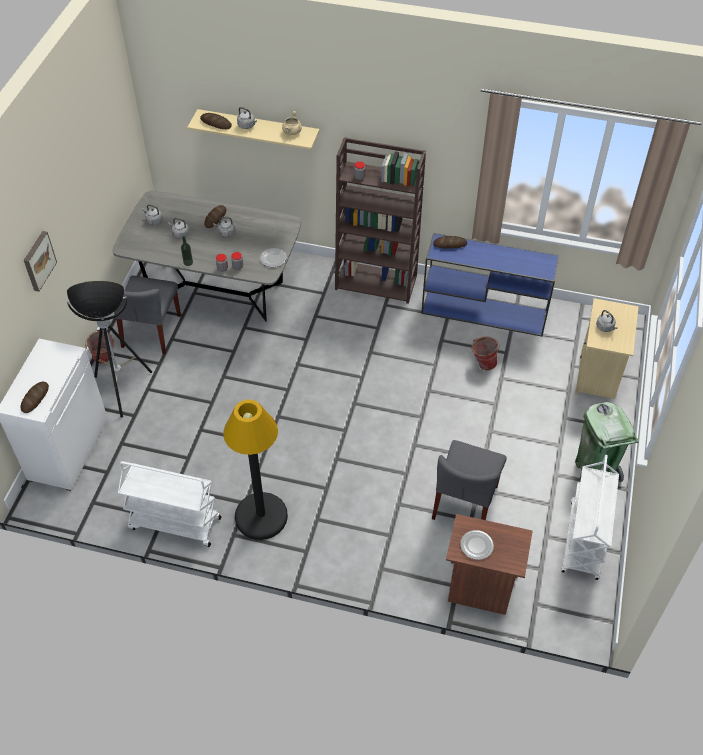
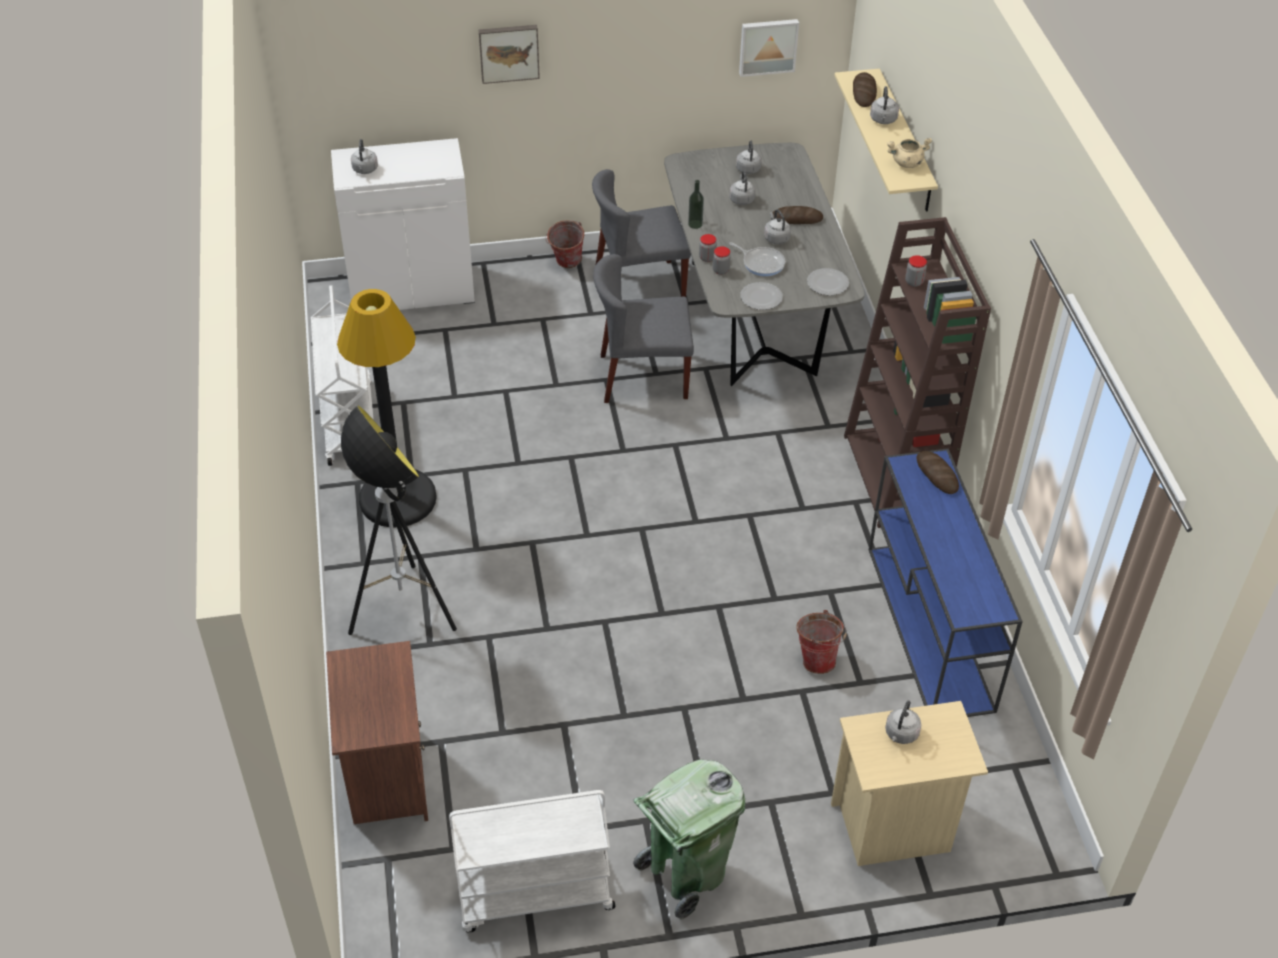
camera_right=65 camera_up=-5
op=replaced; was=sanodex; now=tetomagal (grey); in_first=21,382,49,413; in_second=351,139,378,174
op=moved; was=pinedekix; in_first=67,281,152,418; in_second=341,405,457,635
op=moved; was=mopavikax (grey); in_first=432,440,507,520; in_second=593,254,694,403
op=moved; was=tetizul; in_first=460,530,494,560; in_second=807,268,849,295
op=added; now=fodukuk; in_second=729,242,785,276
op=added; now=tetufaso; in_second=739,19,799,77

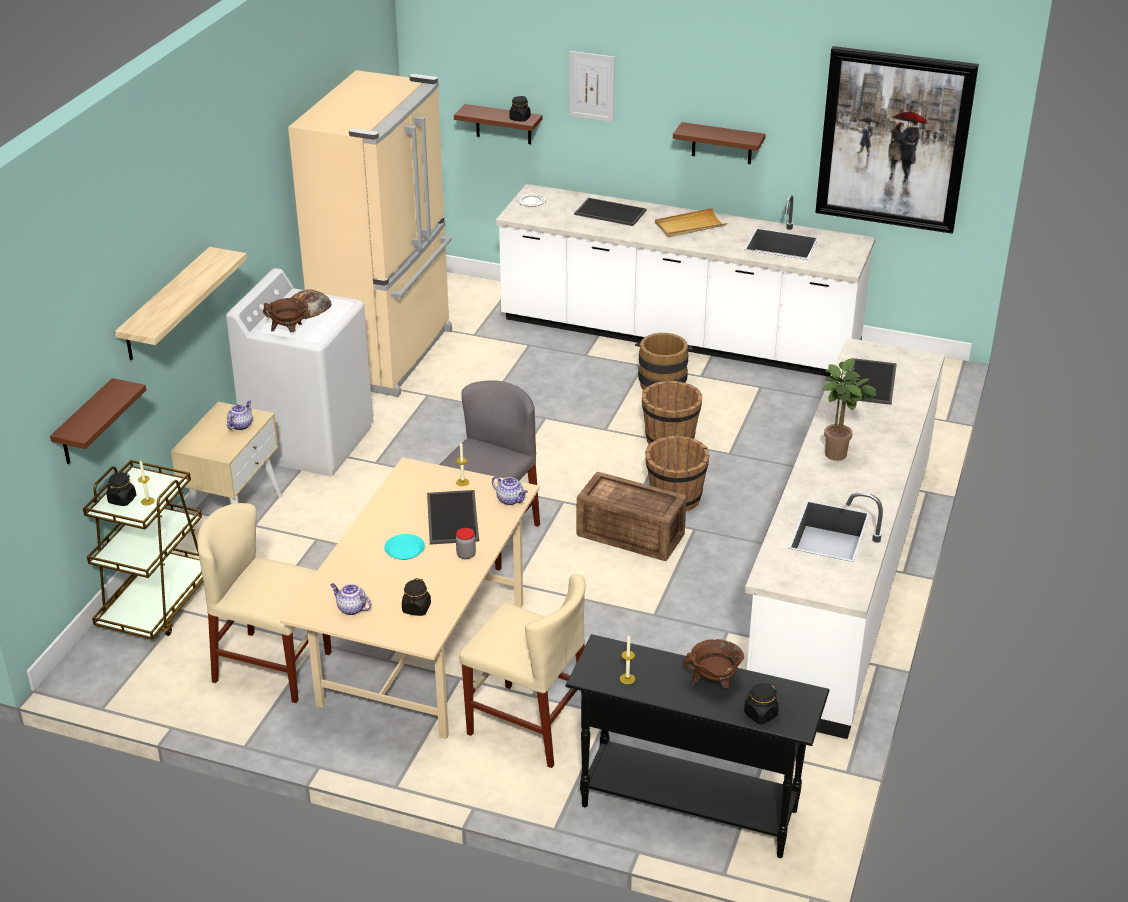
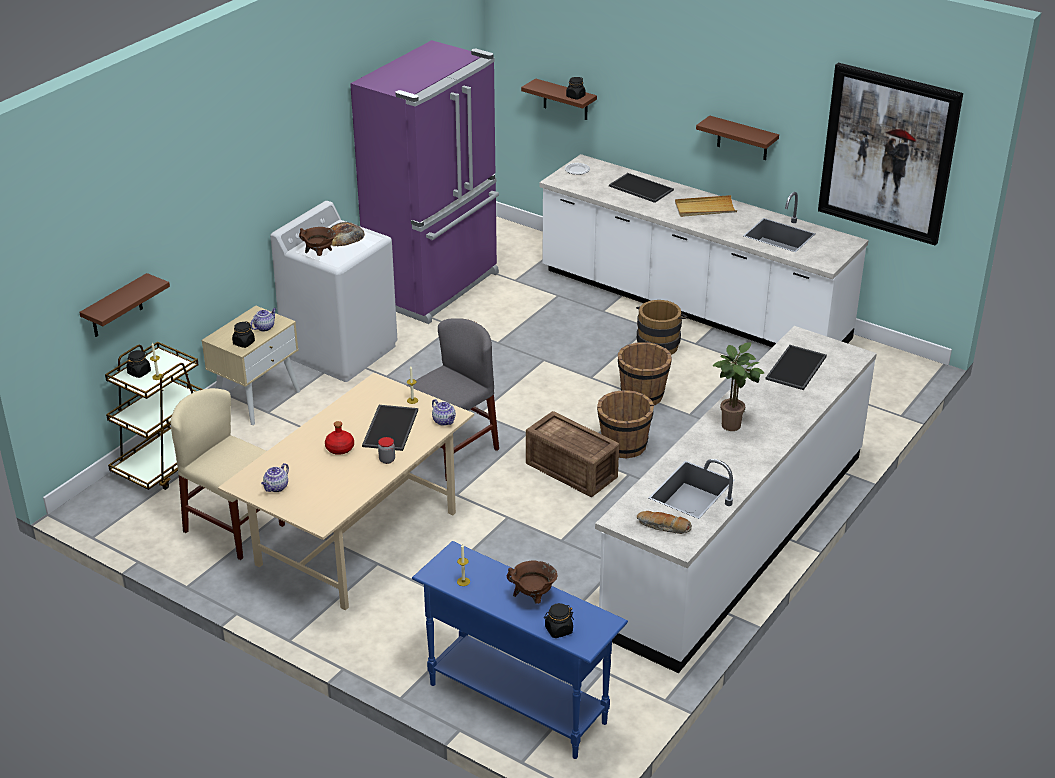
camera_right=15 camera_up=0
op=removed; was=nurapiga; in_first=115,247,247,360
op=recoloured; was=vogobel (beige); now=vogobel (purple); in_first=288,70,452,397; in_second=350,40,499,324
op=turned; was=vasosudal; in_first=330,583,372,615; in_second=261,463,289,492; clockwise=-105
op=replaced; was=tetizul (turquoise); now=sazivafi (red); in_first=384,534,425,560; in_second=325,421,354,455
op=moved; was=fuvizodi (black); in_first=402,578,431,616; in_second=232,321,255,348
op=removed; was=mopavikax (beige); in_first=459,574,586,768
op=recoloured; was=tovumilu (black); now=tovumilu (blue); in_first=565,634,830,858; in_second=412,541,628,759
op=removed; was=tetufaso; in_first=569,51,615,122
op=added; now=sanodex; in_second=637,511,692,534

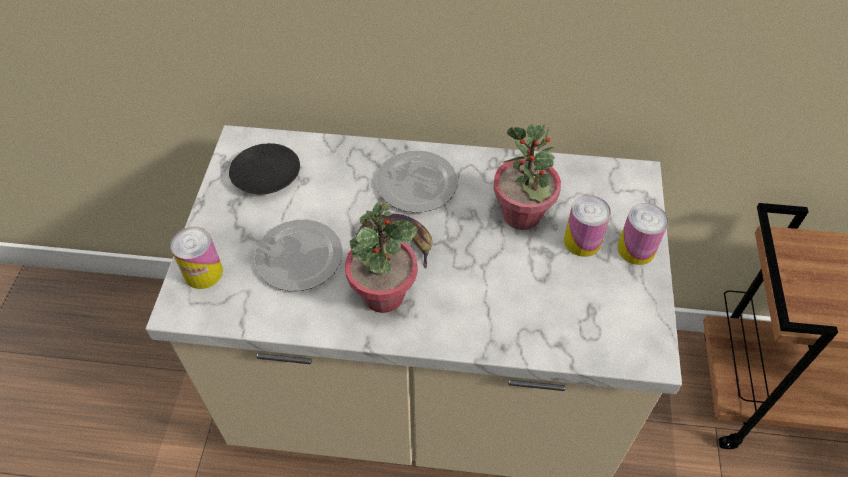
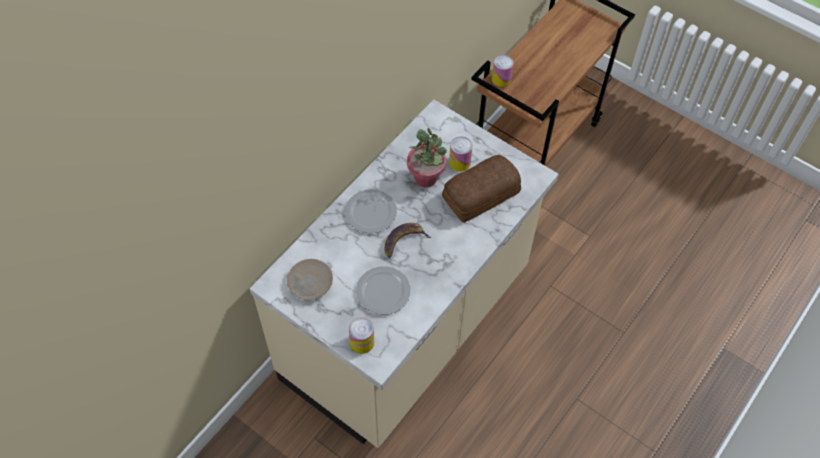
camera_right=-60 camera_up=5
op=recoloured; was=tetizul (black); now=tetizul (beige); in_first=229,143,300,194; in_second=287,259,333,300
op=removed; was=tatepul; in_first=345,201,418,313
op=moved; was=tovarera; in_first=617,203,669,265; in_second=492,55,514,87
op=added; now=sanodex; in_second=442,155,521,223

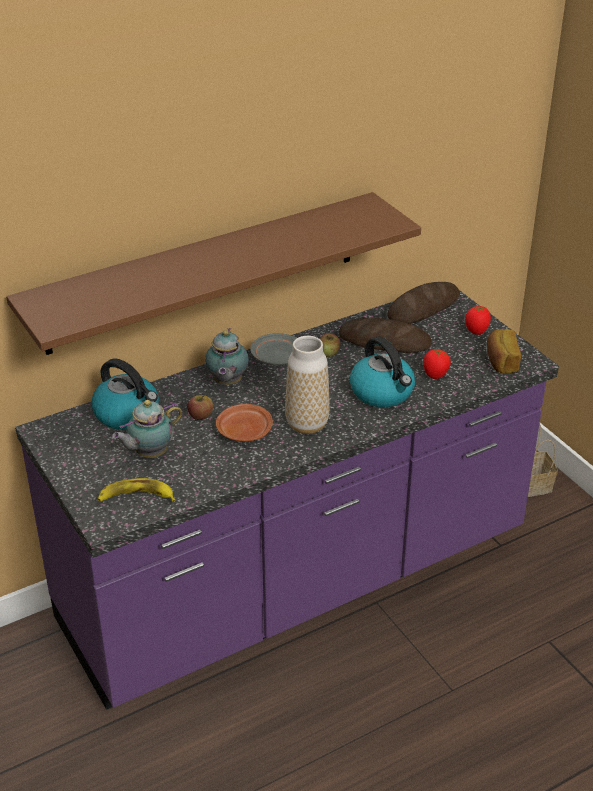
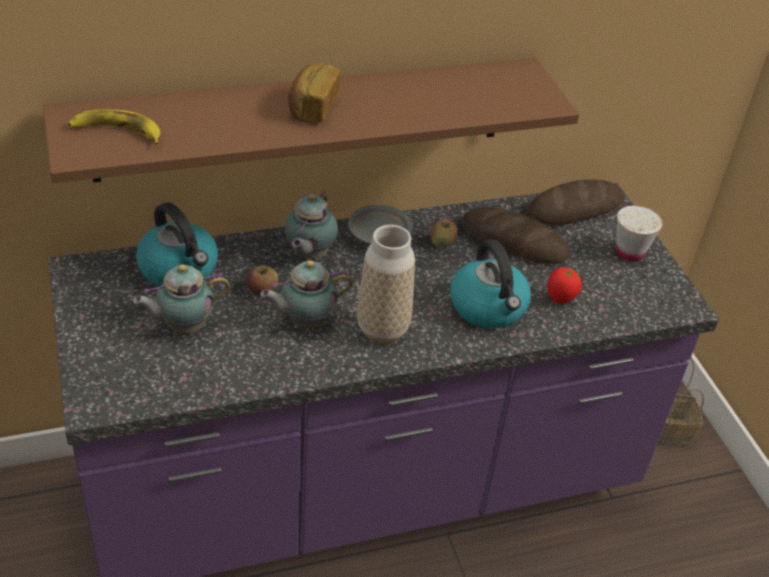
camera_right=10 camera_up=5
op=moved; was=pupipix; in_first=98,478,176,502; in_second=68,109,160,145
op=replaced; was=tetizul (brown); now=vasosudal; in_first=216,404,273,442; in_second=261,260,353,328
op=replaced; was=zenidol; now=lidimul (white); in_first=465,306,491,335; in_second=616,206,663,262
op=moved; was=sanodex; in_first=487,329,521,373; in_second=288,63,340,123

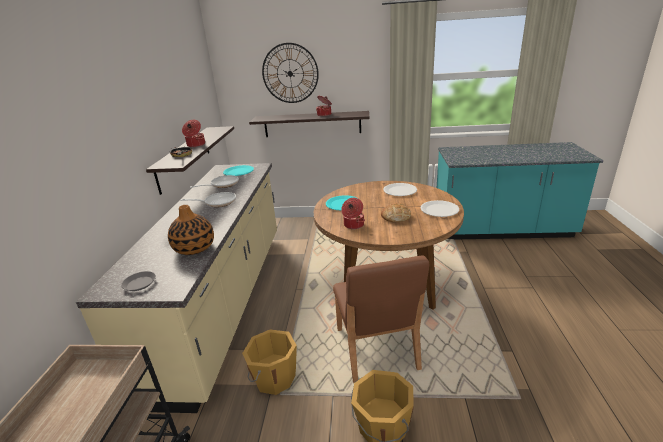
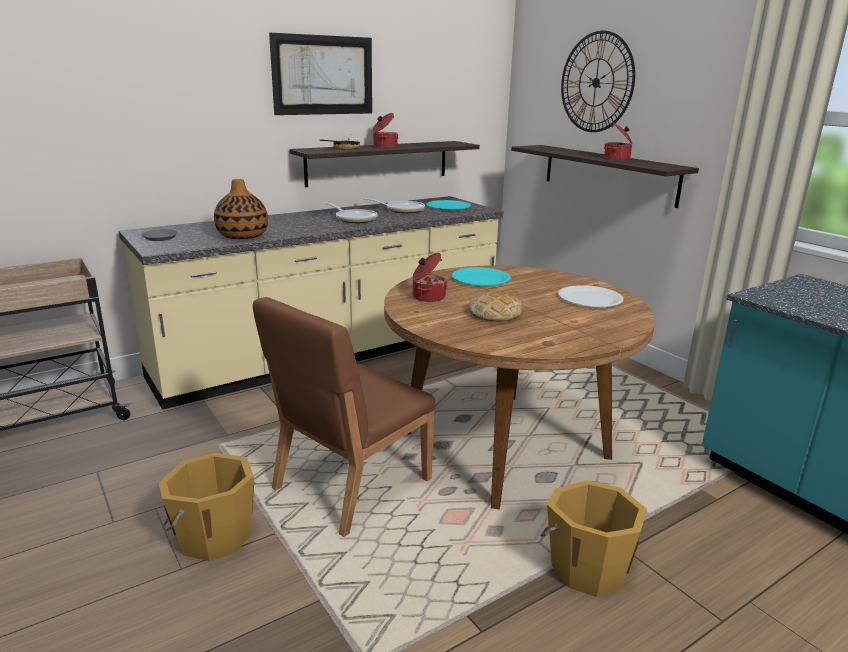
camera_right=50 camera_up=-5
op=moved; was=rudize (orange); in_first=242,330,297,395; in_second=540,480,647,597
op=removed; was=tetizul (white); in_first=420,200,459,217
op=added; now=tetufaso; in_second=269,33,372,115

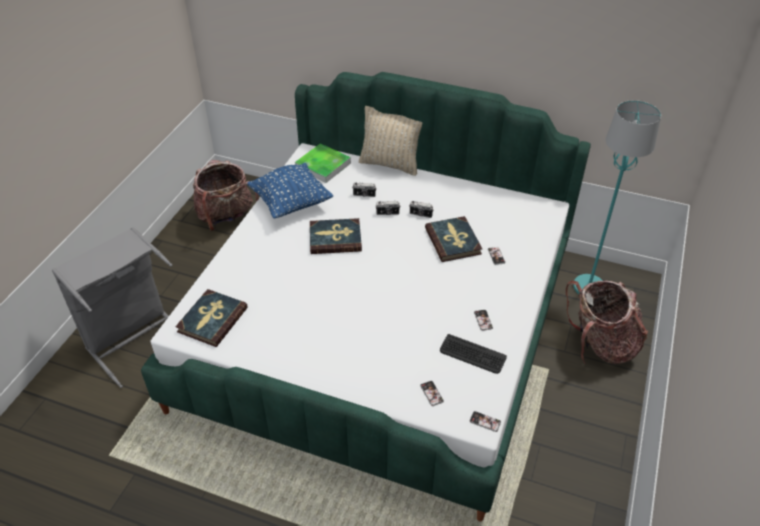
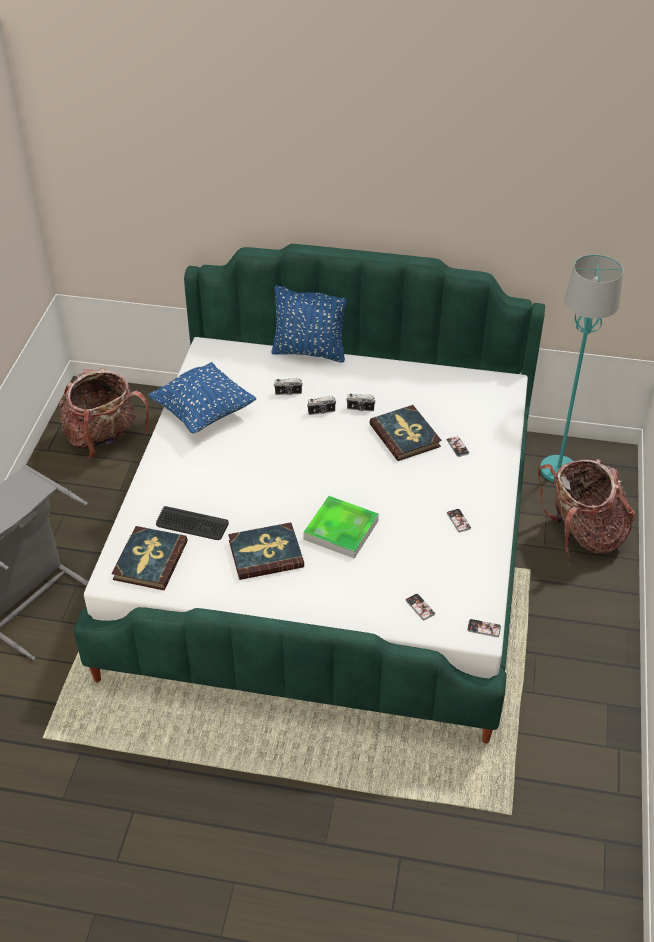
camera_right=-10 camera_up=0
op=moved; was=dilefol; in_first=295,143,351,183; in_second=303,496,379,559
op=moved; was=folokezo; in_first=310,218,362,254; in_second=228,522,304,580
op=recoloured; was=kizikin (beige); now=kizikin (blue); in_first=359,106,422,176; in_second=271,285,347,363
op=moved; was=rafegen; in_first=440,334,507,374; in_second=156,506,229,540

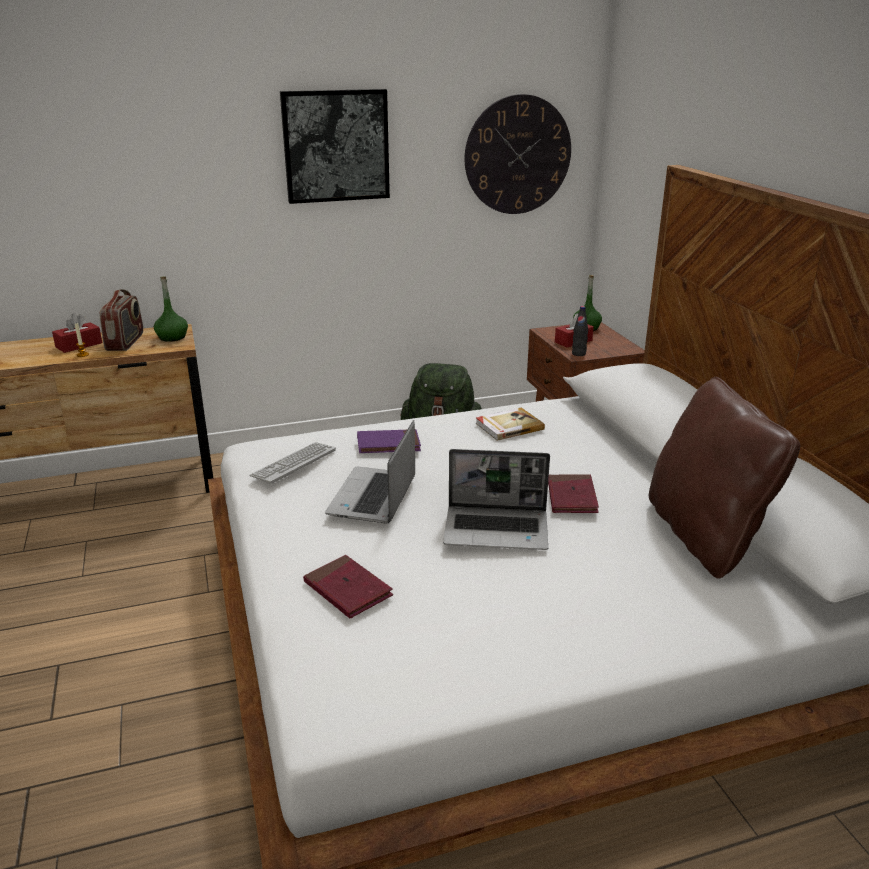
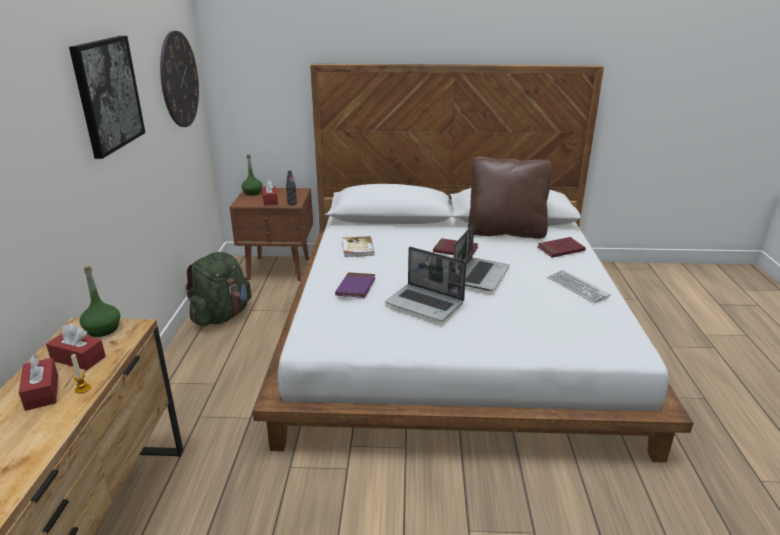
camera_right=-70 camera_up=0
op=replaced; was=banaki; now=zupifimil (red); in_first=100,289,143,351; in_second=46,324,106,370
op=moved; was=rafegen; in_first=249,442,336,484; in_second=548,270,611,303
op=moved; was=folokezo (red); in_first=303,555,393,618; in_second=537,237,586,258

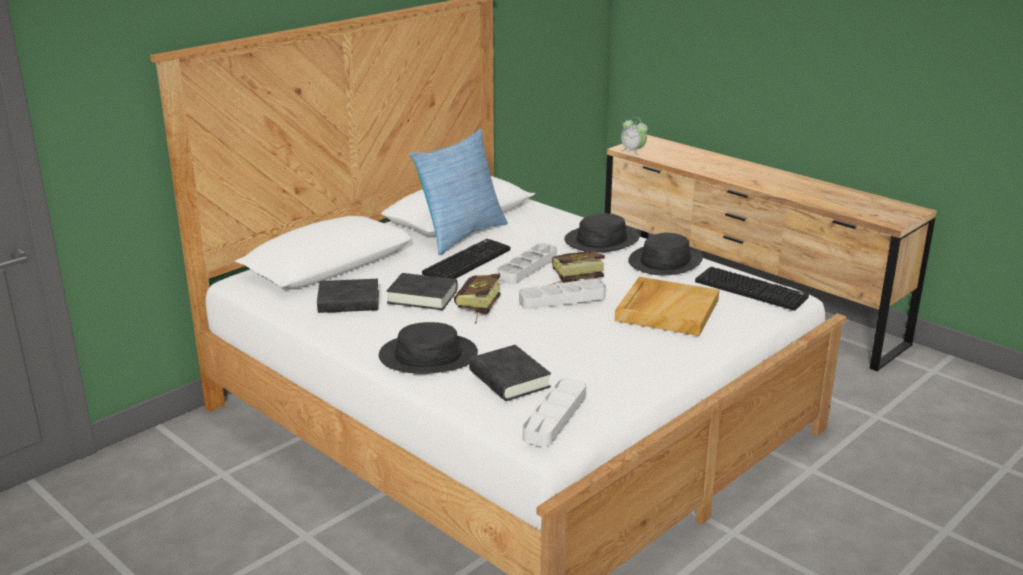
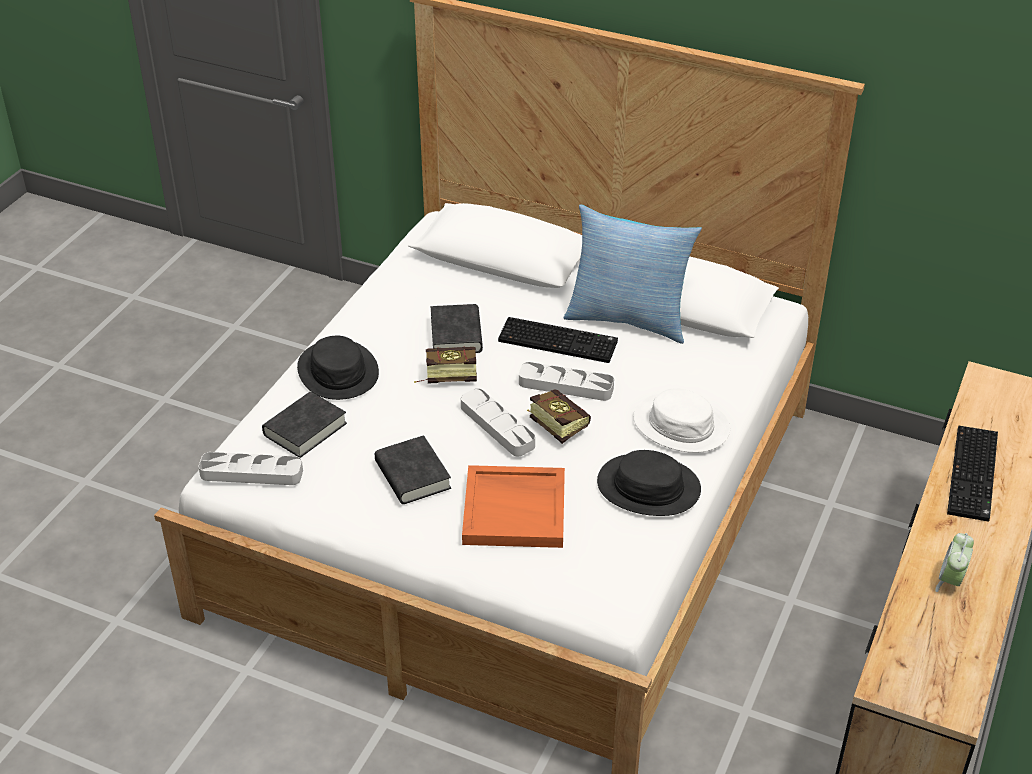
camera_right=70 camera_up=15
op=moved; was=folokezo (black); in_first=317,279,379,313; in_second=375,435,451,504
op=recoloured; was=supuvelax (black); now=supuvelax (white); in_first=564,213,639,252; in_second=633,388,730,453
op=recoloured; was=dilefol (beige); now=dilefol (orange); in_first=615,277,719,336; in_second=462,465,565,548
op=moved; was=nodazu; in_first=620,117,648,156; in_second=935,533,974,592
op=moved; was=rafegen; in_first=695,267,809,311; in_second=947,426,998,522

